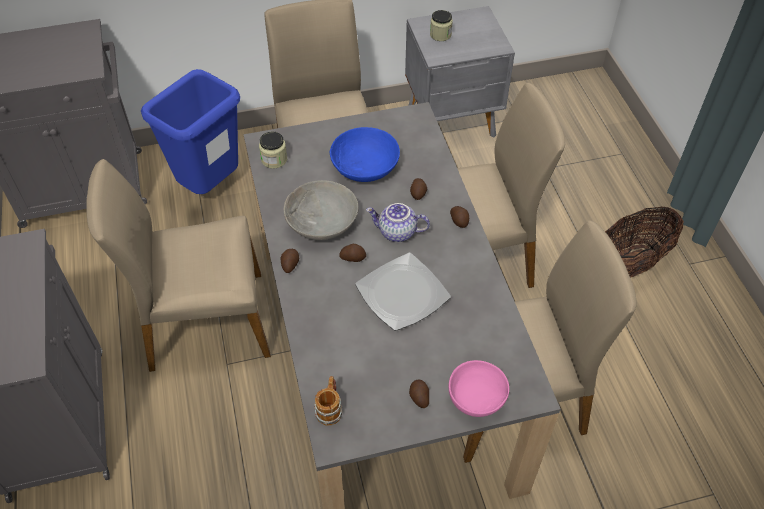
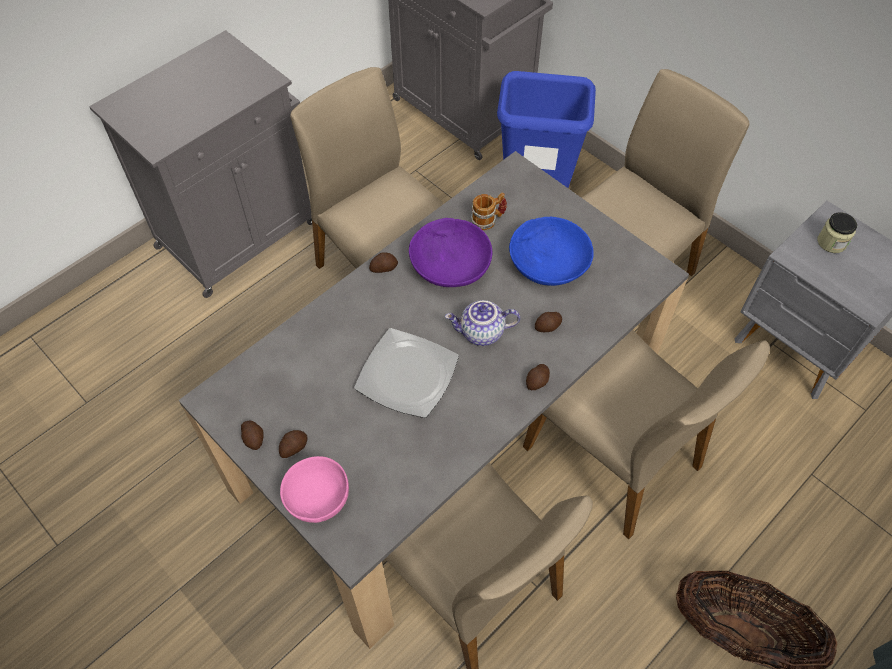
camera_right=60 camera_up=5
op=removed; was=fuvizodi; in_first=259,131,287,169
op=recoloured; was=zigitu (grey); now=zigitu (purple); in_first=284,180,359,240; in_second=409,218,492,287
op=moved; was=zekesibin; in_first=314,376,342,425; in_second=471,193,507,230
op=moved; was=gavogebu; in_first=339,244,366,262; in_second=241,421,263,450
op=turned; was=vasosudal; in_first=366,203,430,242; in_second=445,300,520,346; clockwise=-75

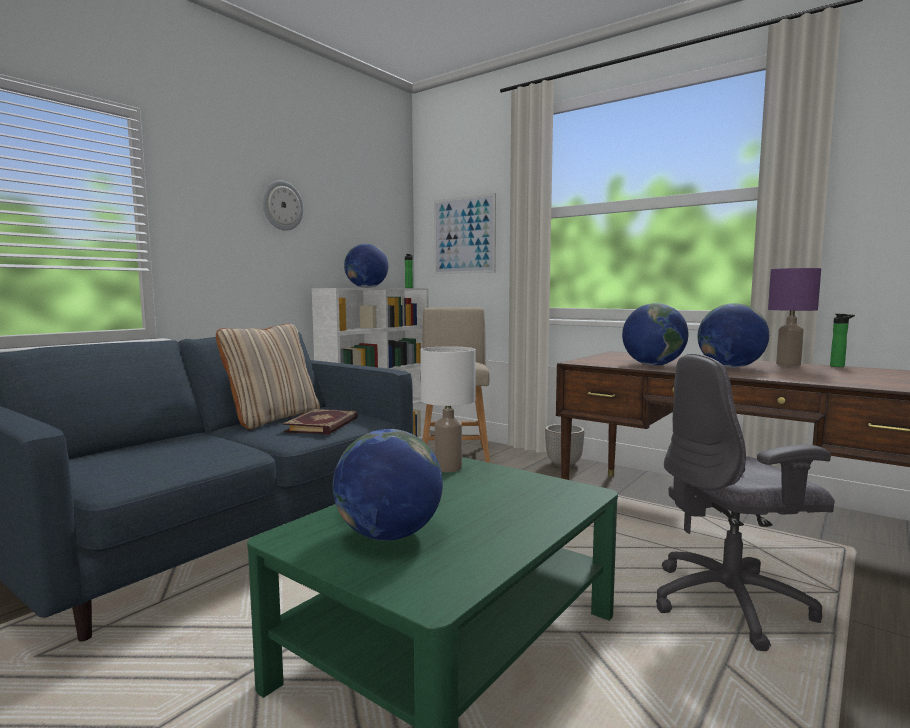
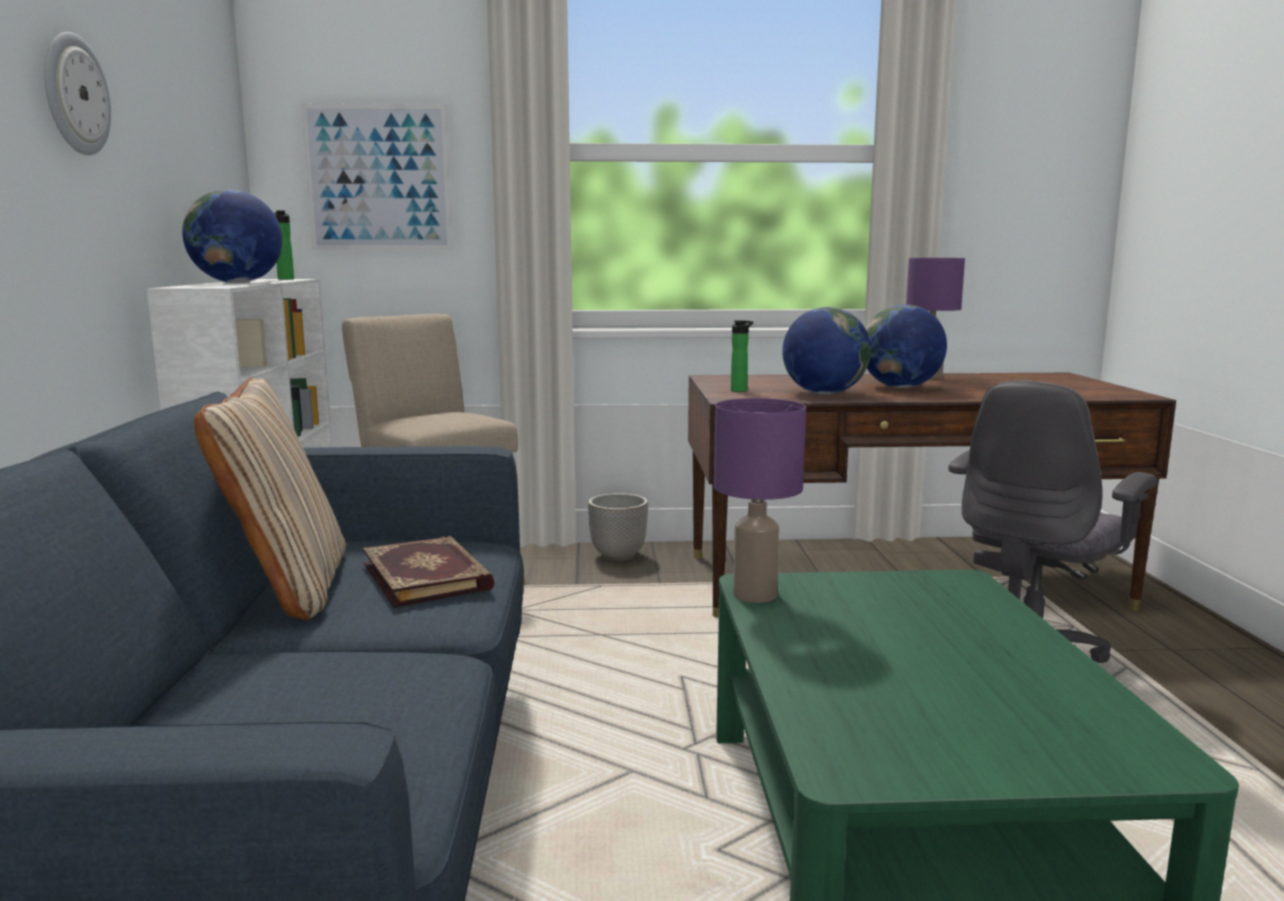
camera_right=-40 camera_up=5
op=removed; was=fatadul; in_first=333,429,443,541
op=recoloured; was=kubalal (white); now=kubalal (purple); in_first=420,346,476,472; in_second=714,398,806,603
op=moved; was=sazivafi; in_first=830,314,855,367; in_second=731,320,754,392

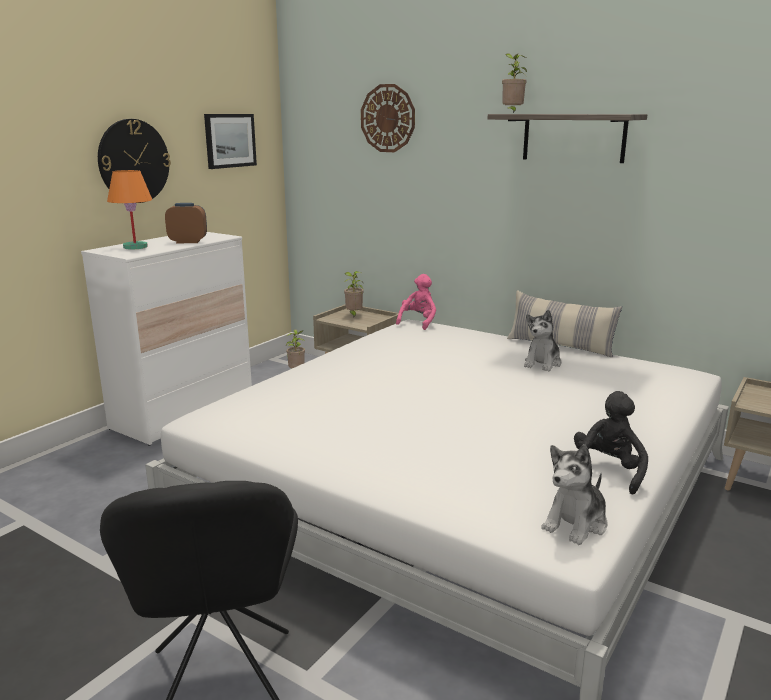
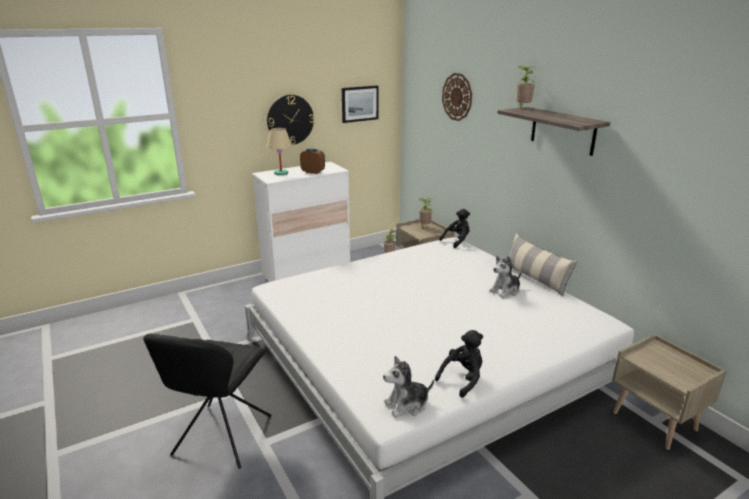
camera_right=25 camera_up=5
op=recoloured; was=kubalal (orange); now=kubalal (beige); in_first=107,170,152,249; in_second=266,128,292,175
op=recoloured; was=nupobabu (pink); now=nupobabu (black); in_first=396,274,436,330; in_second=439,209,470,248

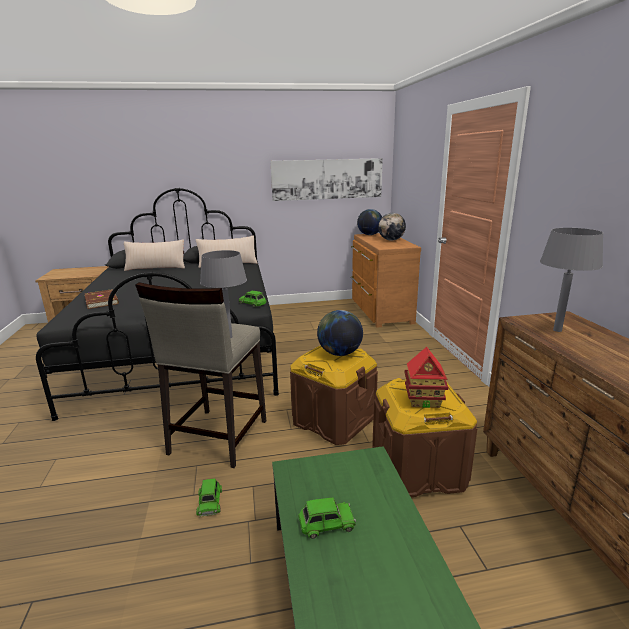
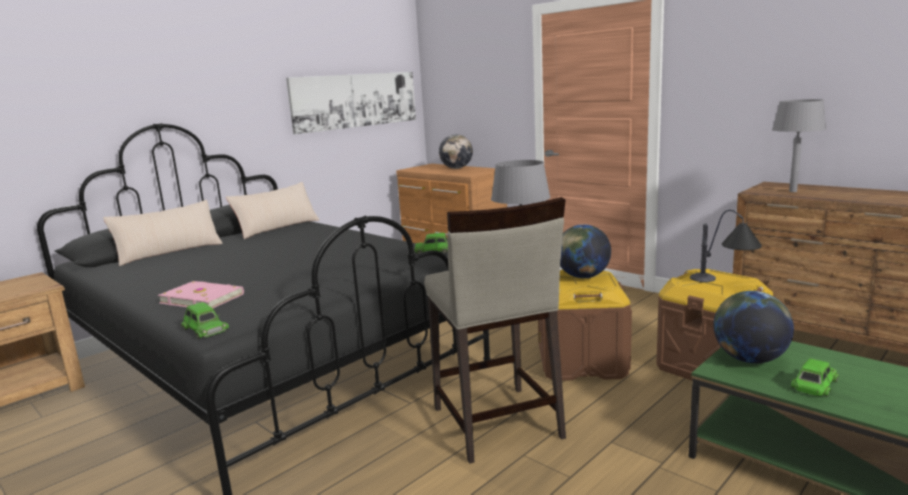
camera_right=-35 camera_up=-5
op=recoloured; was=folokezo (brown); now=folokezo (pink); in_first=85,289,119,309; in_second=158,281,244,308
op=moved; was=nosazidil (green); in_first=196,478,222,516; in_second=181,302,229,339
op=moved; was=fatadul; in_first=357,209,382,235; in_second=713,291,794,363
op=replaced; was=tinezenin; now=kubalal; in_first=404,347,448,408; in_second=690,210,762,282

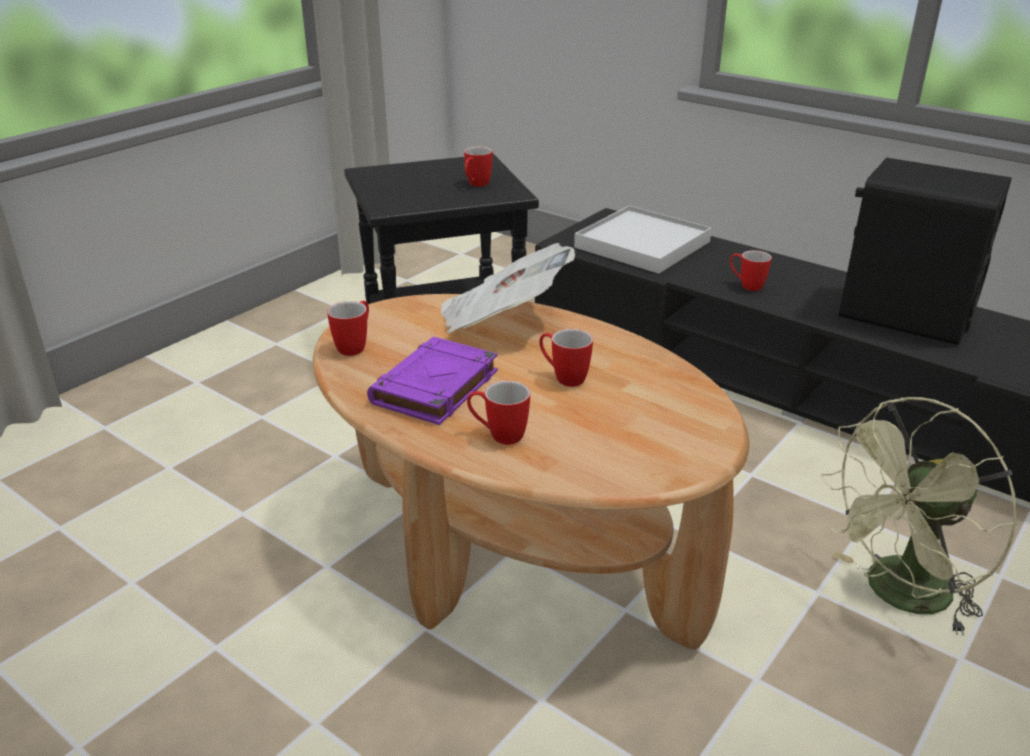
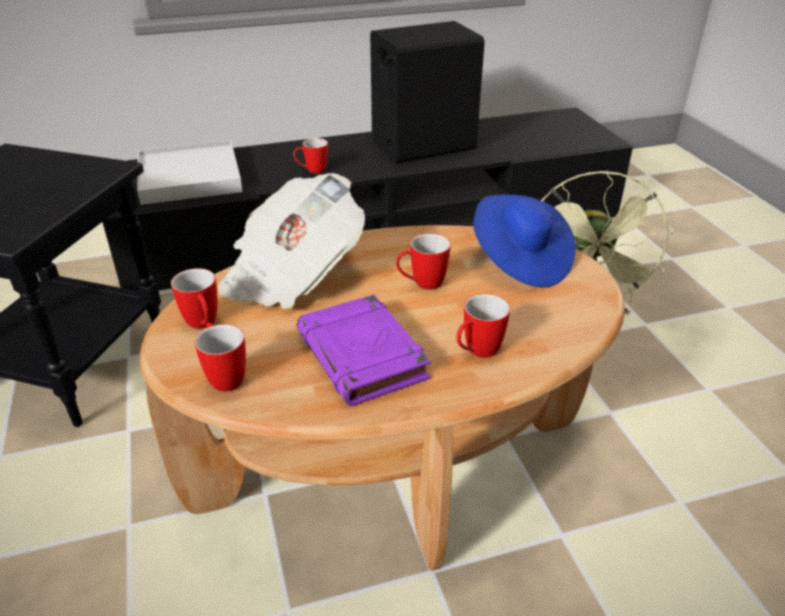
camera_right=-55 camera_up=5
op=moved; was=zekesibin; in_first=464,146,493,187; in_second=171,268,217,329
op=added; now=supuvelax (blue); in_second=474,195,575,288

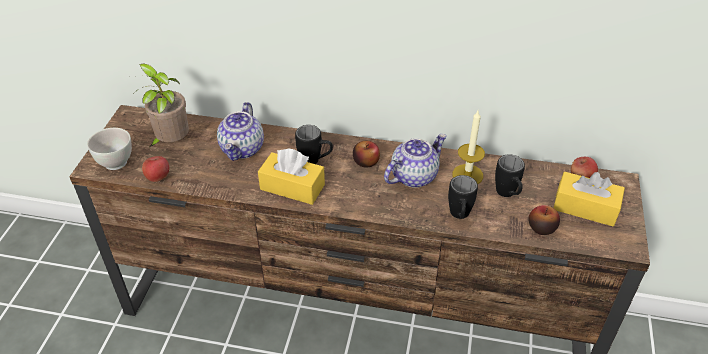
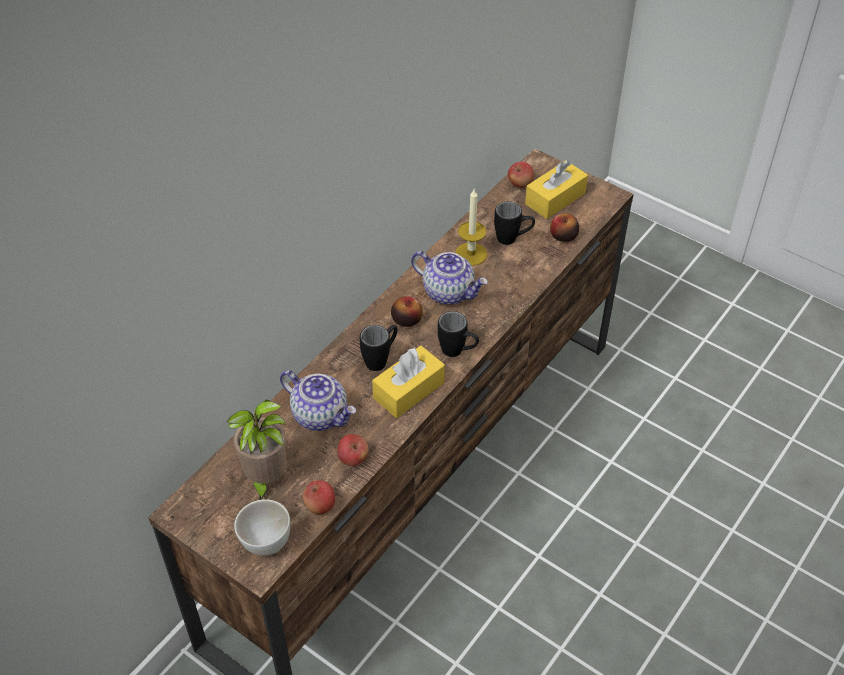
camera_right=-65 camera_up=5
op=turned; was=vasosudal; in_first=384,134,446,188; in_second=411,251,488,305; clockwise=135
op=moved; was=zekesibin (black); in_first=448,175,478,219; in_second=438,311,479,357
op=added; now=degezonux; in_second=337,434,369,466

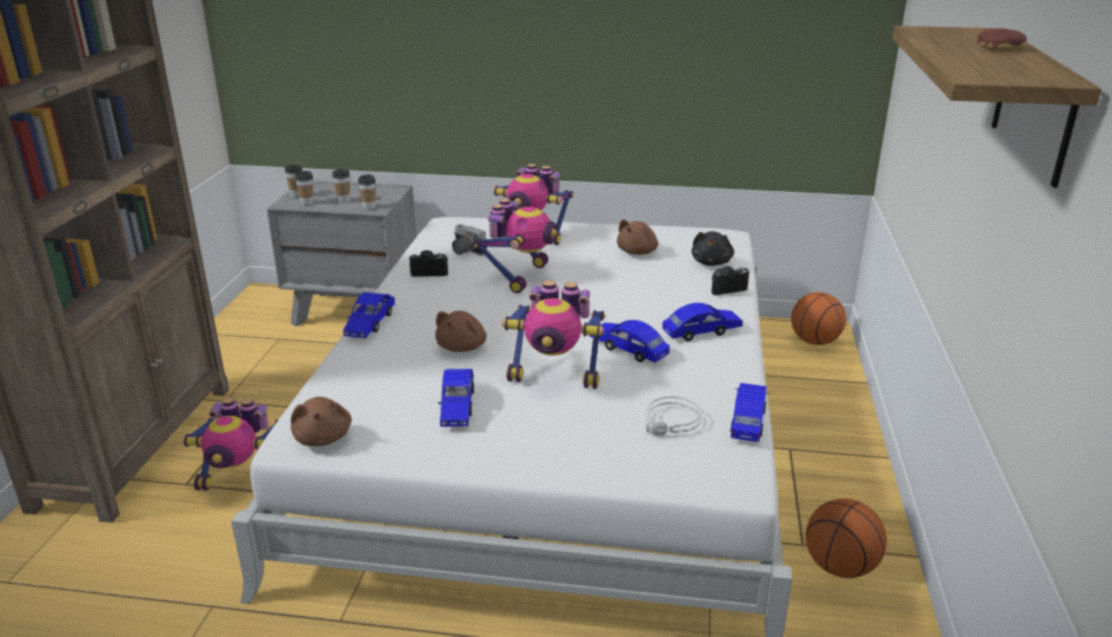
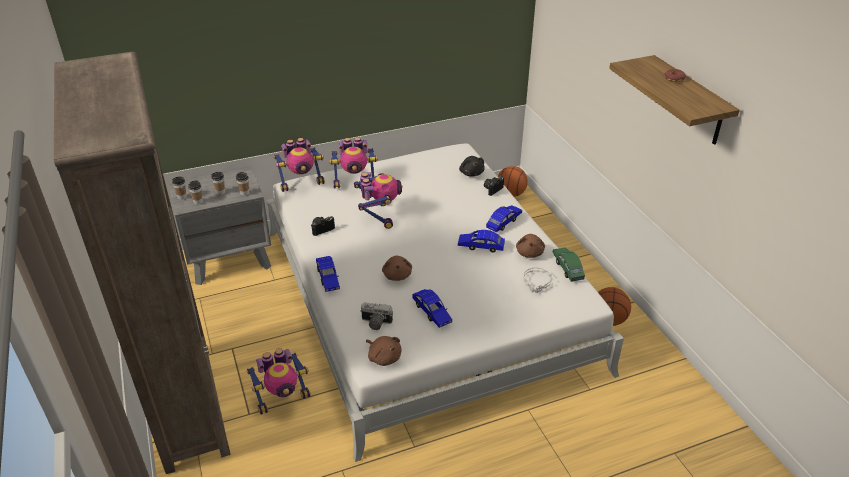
camera_right=-30 camera_up=10
op=moved; was=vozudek; in_first=452,224,487,256; in_second=360,303,393,330
op=moved; was=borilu; in_first=502,280,605,389; in_second=274,138,325,192
op=moved; was=nupobabu (brown); in_first=617,219,658,255; in_second=516,234,545,258
op=recoloured; was=nosazidil (blue); now=nosazidil (green); in_first=730,383,769,442; in_second=552,247,585,282

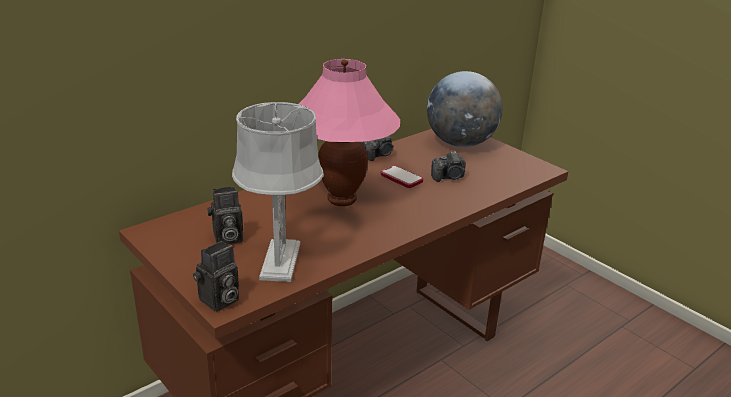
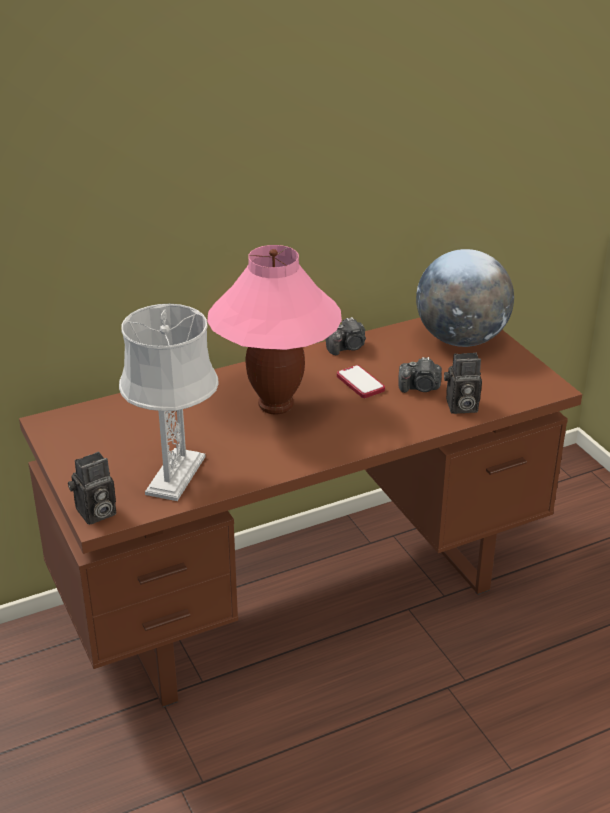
camera_right=15 camera_up=5
op=moved; was=vozudek; in_first=207,186,243,244; in_second=444,353,482,414

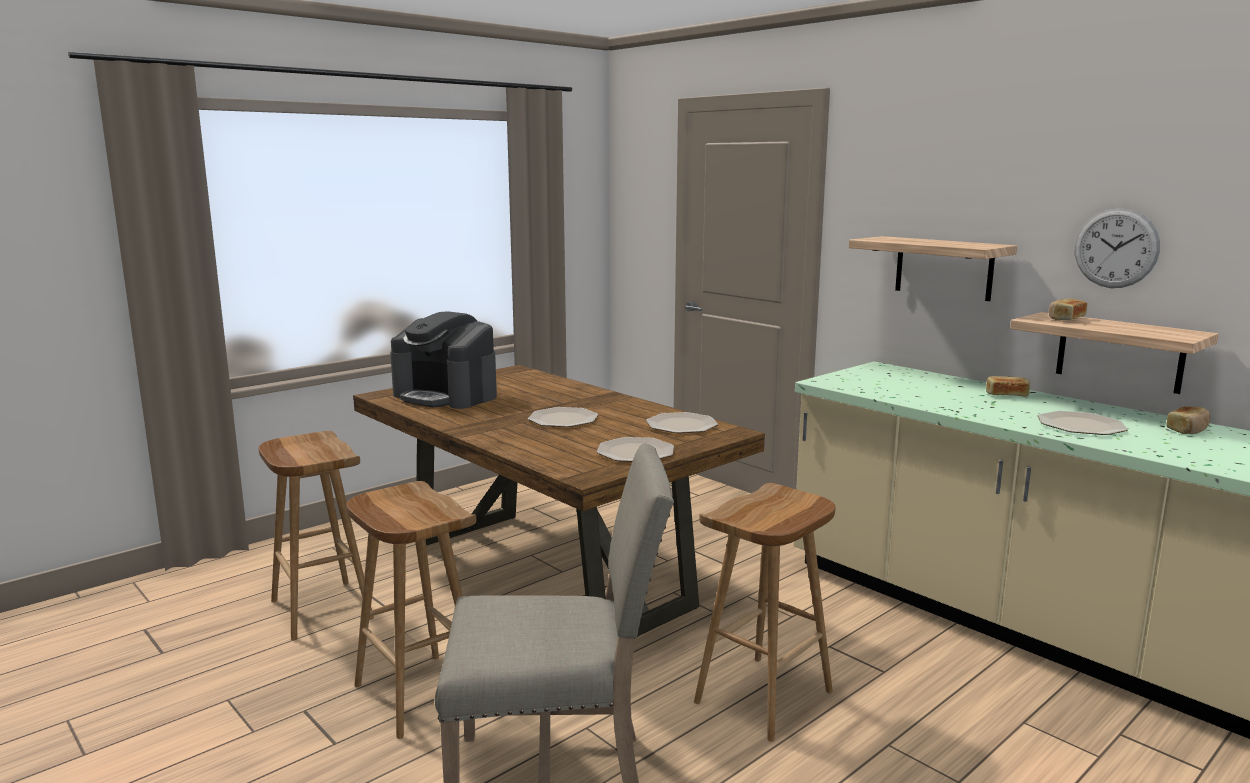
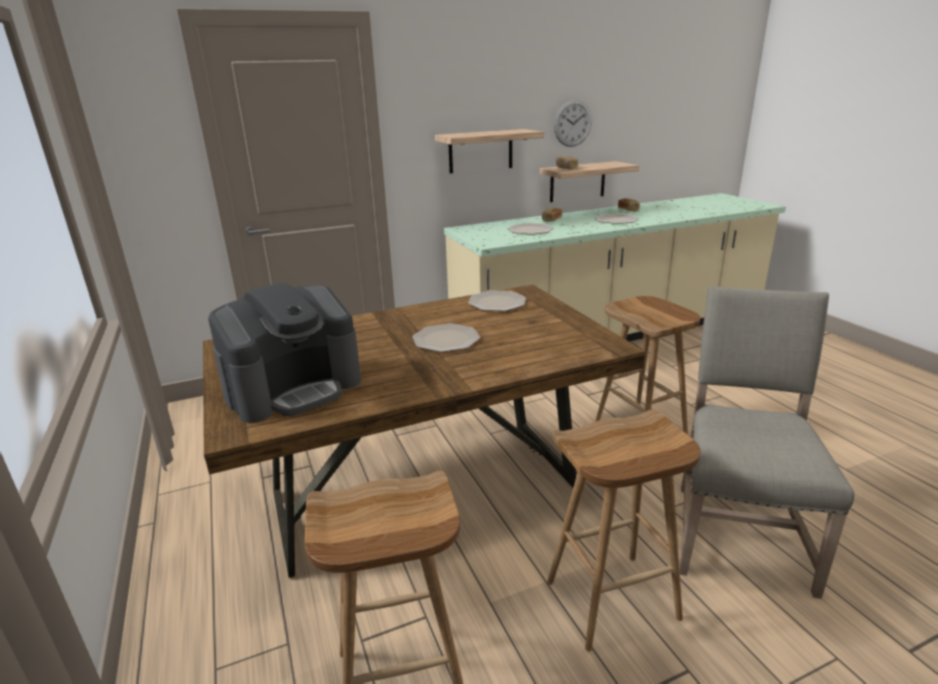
camera_right=-70 camera_up=10
op=moved; was=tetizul; in_first=597,437,674,462; in_second=507,223,553,235

